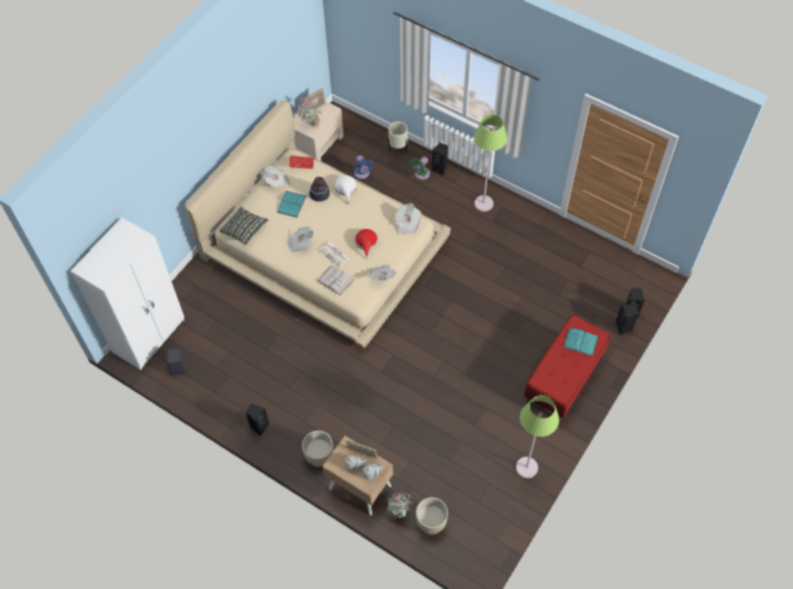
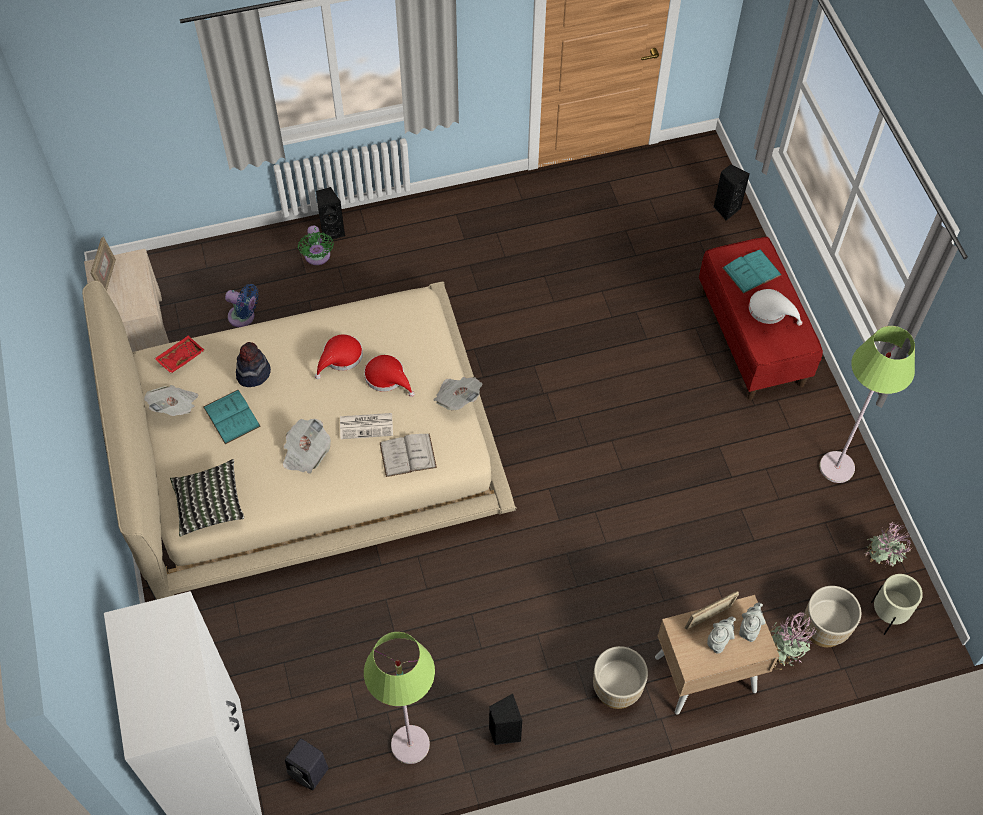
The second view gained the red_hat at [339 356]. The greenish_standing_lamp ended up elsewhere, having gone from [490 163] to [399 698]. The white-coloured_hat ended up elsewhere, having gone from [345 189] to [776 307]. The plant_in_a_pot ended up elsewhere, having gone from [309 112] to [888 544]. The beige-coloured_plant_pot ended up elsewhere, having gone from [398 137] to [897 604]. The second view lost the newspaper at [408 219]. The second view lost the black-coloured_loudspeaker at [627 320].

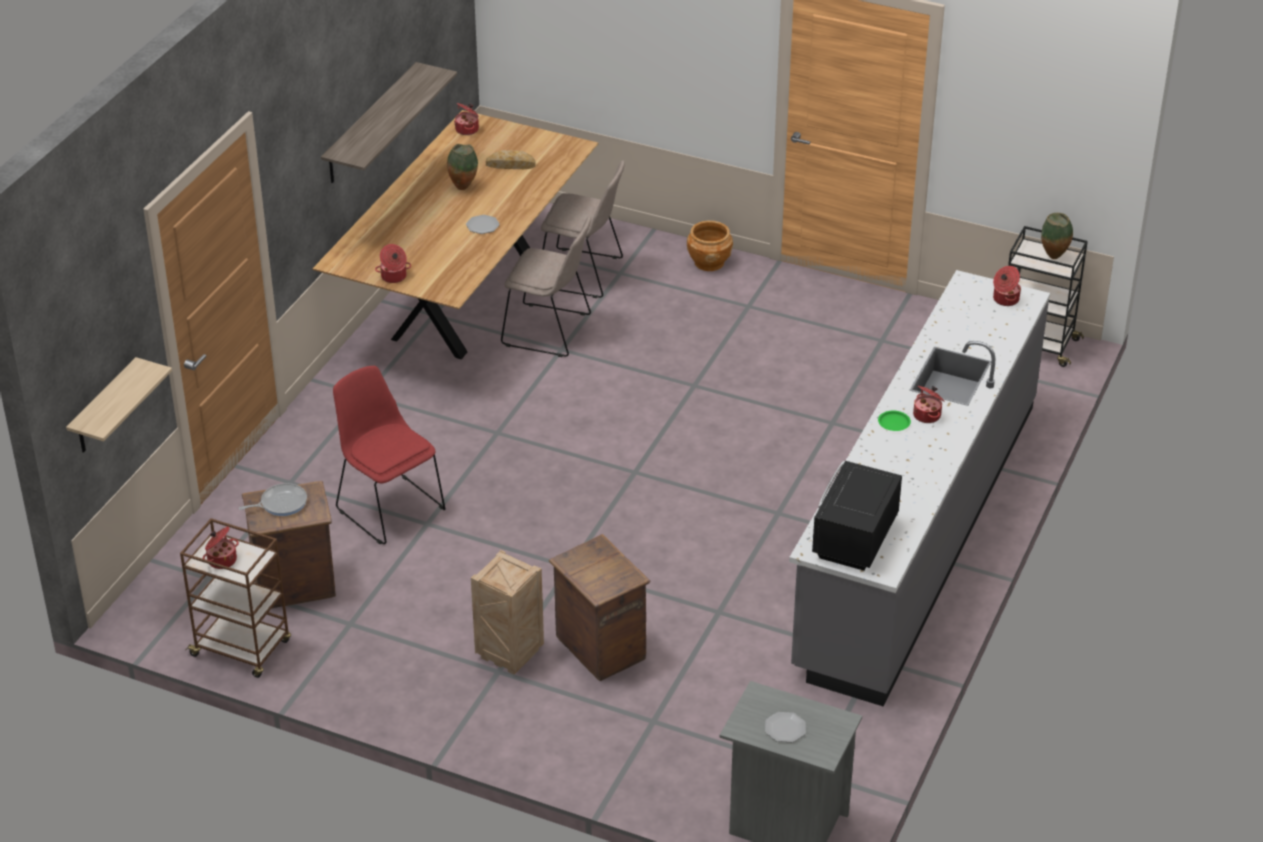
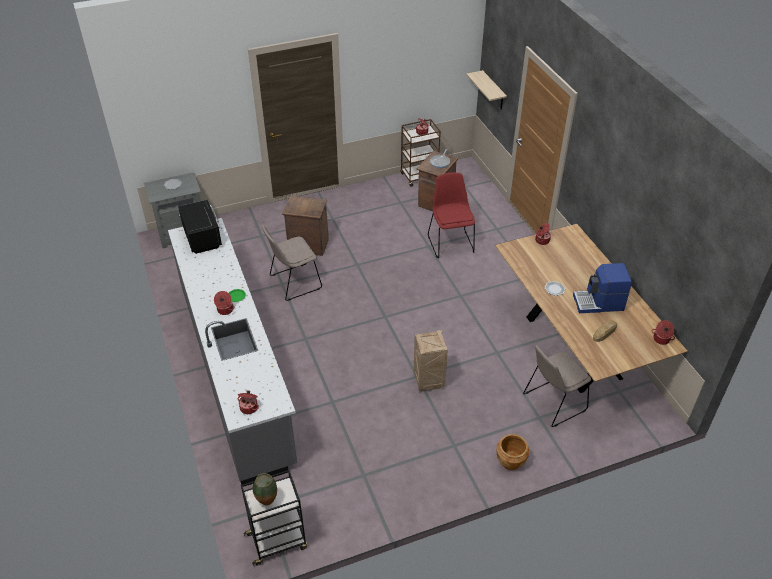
The beige-coloured_chair ended up elsewhere, having gone from [546 286] to [292 263]. The shipping_crate ended up elsewhere, having gone from [507 612] to [430 361]. The red_chair at [389 455] ended up facing another way, 105 degrees counterclockwise from before. Where the vase stood at [462 167], the coffee_maker came to stand at [602 288]. The second view lost the bracket_shelf at [389 122].

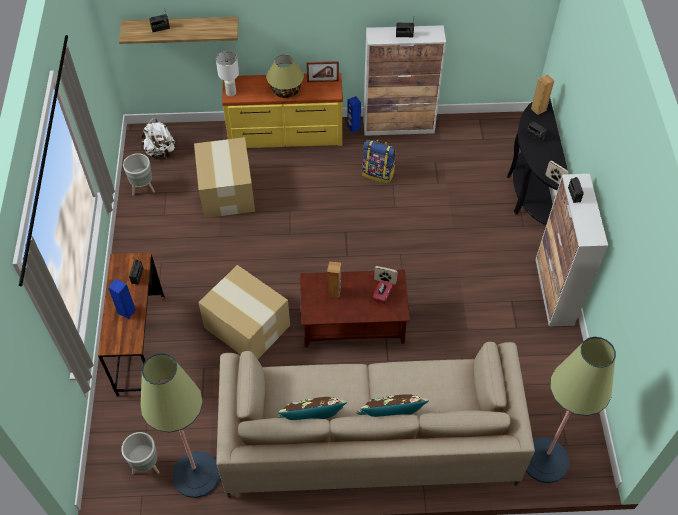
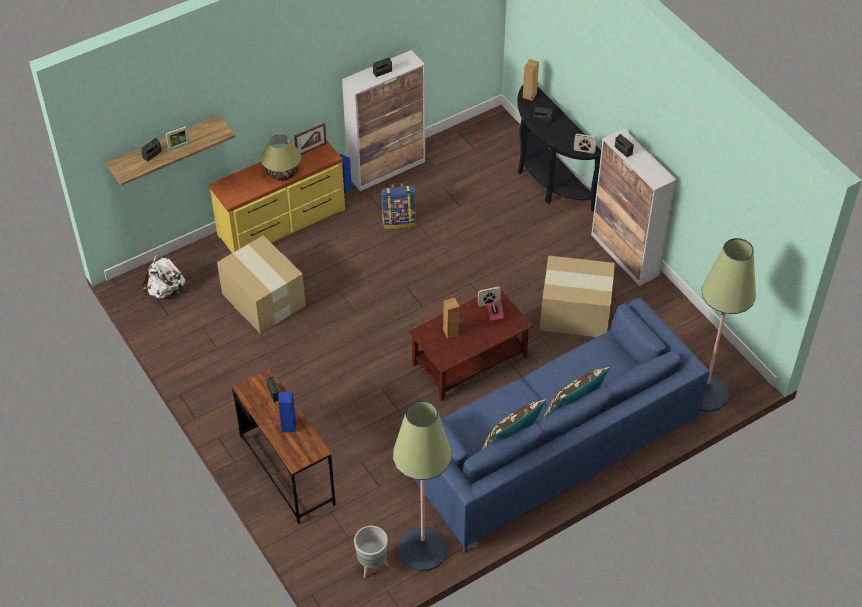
The second view gained the standing_frame at [178 138]. What was the beige-coloured_settee at [375 420] turned into the blue-coloured_settee at [556 425]. The carton ended up elsewhere, having gone from [244 312] to [577 296]. The second view lost the gray_plant_pot at [139 174]. The second view lost the white-coloured_table_lamp at [227 73].

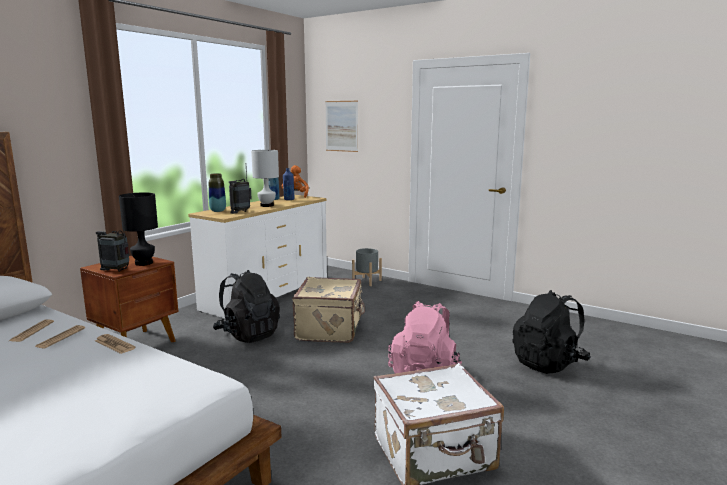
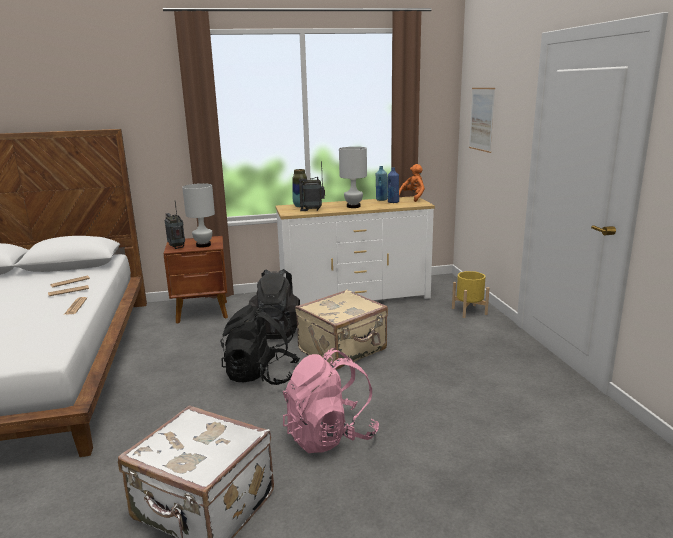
What was the black-coloured_table_lamp at [138 229] turned into the white-coloured_table_lamp at [198 215]. The black-coloured_knapsack ended up elsewhere, having gone from [551 332] to [260 344]. What was the gray_plant_pot at [367 267] turned into the yellowish_plant_pot at [470 294].

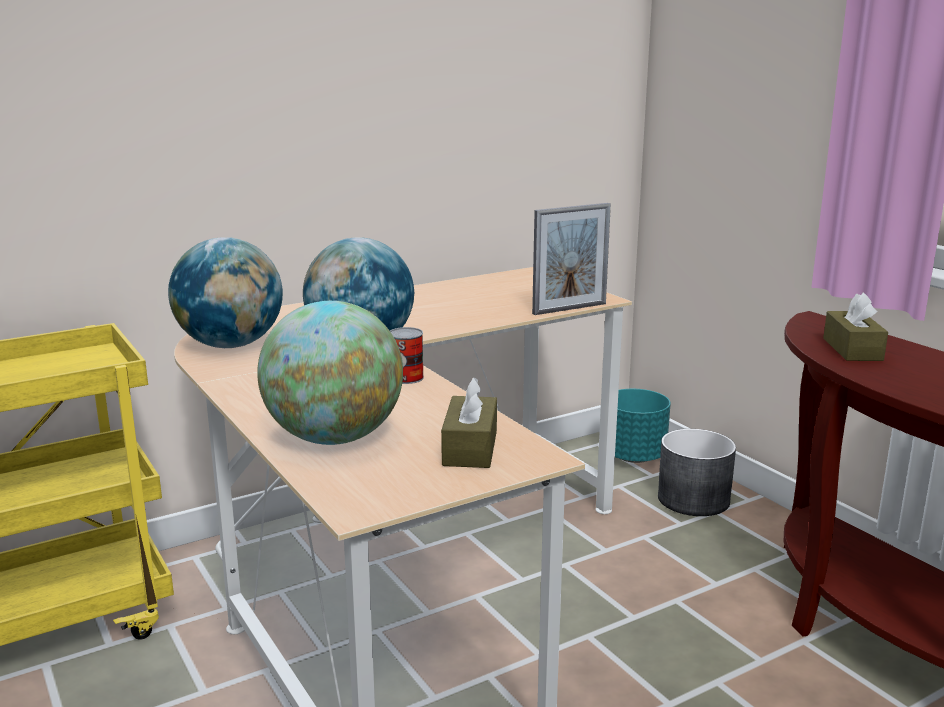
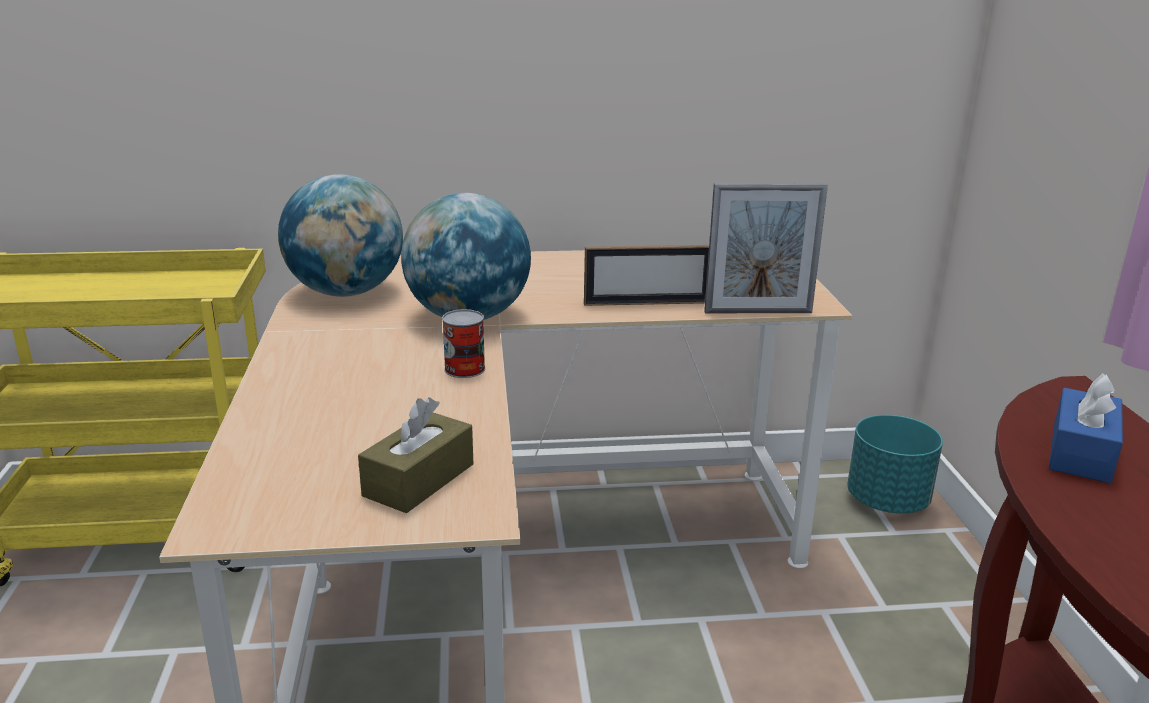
The second view gained the standing_frame at [646 275]. What was the brown_tissue_holder at [855 327] turned into the blue-coloured_tissue_holder at [1086 428]. The second view lost the desk_globe at [330 373]. The second view lost the gray_plant_pot at [697 472].

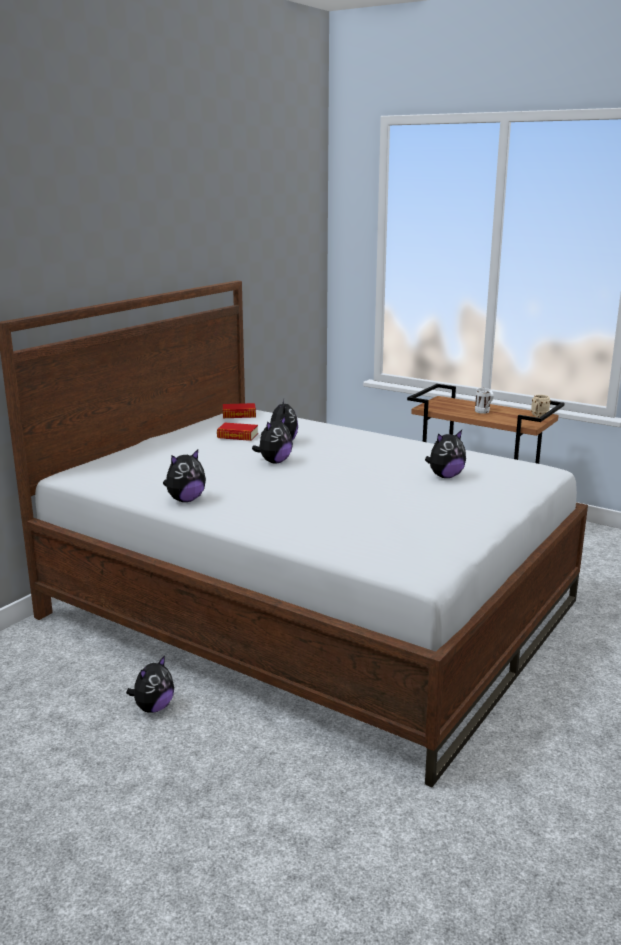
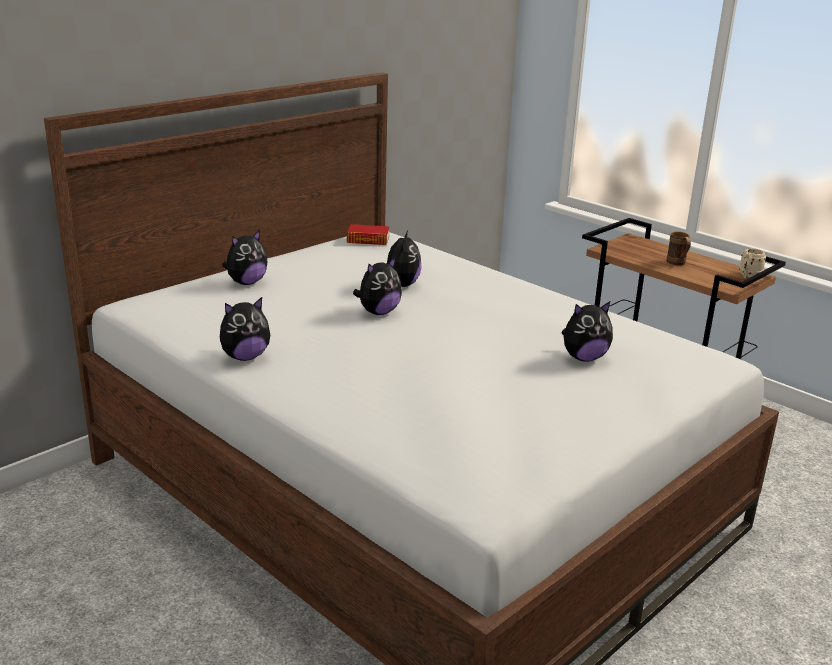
The cuddly_toy ended up elsewhere, having gone from [150 684] to [245 257]. What was the white-coloured_tea_mug at [484 401] turned into the brown_tea_mug at [679 248]. The second view lost the volume at [237 432].

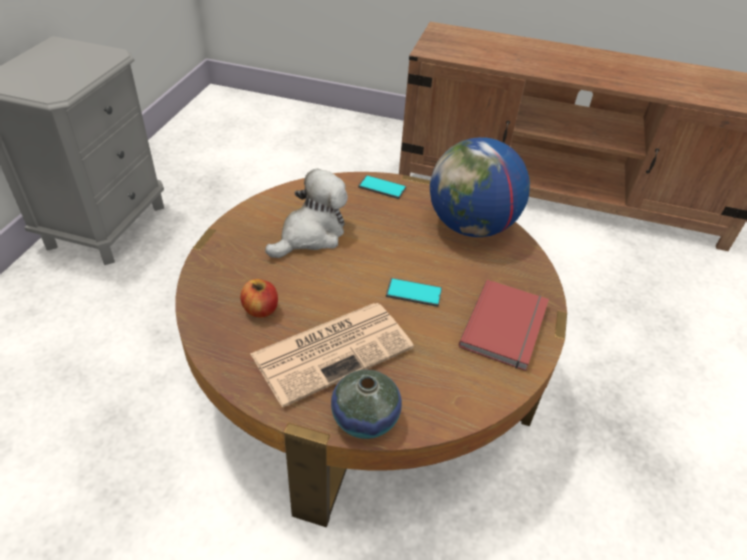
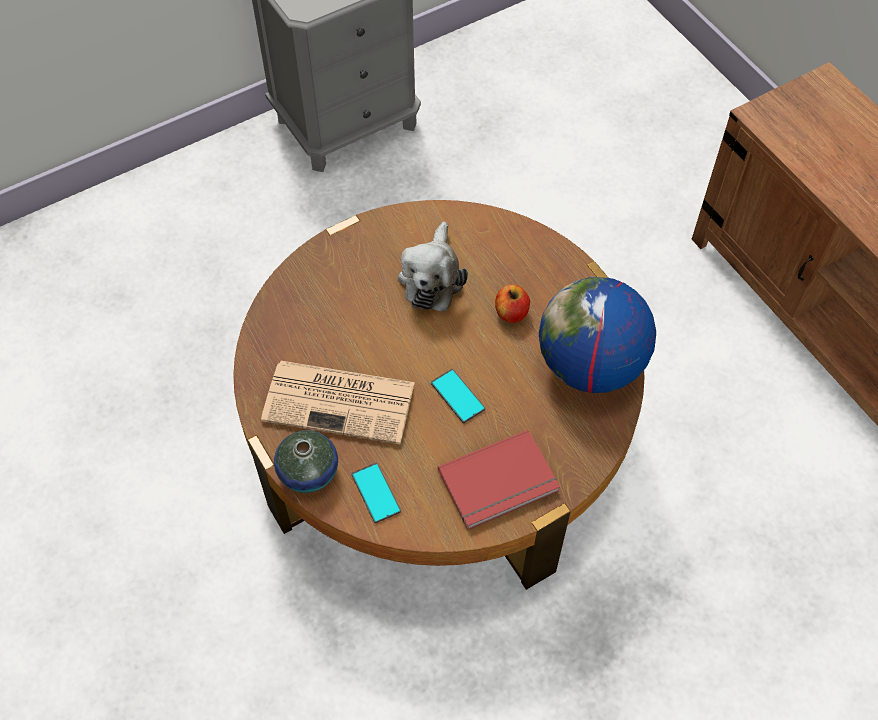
The telephone ended up elsewhere, having gone from [382 187] to [376 492]. The cuddly_toy at [306 213] ended up facing another way, 105 degrees clockwise from before. The whole_apple ended up elsewhere, having gone from [259 298] to [512 304].

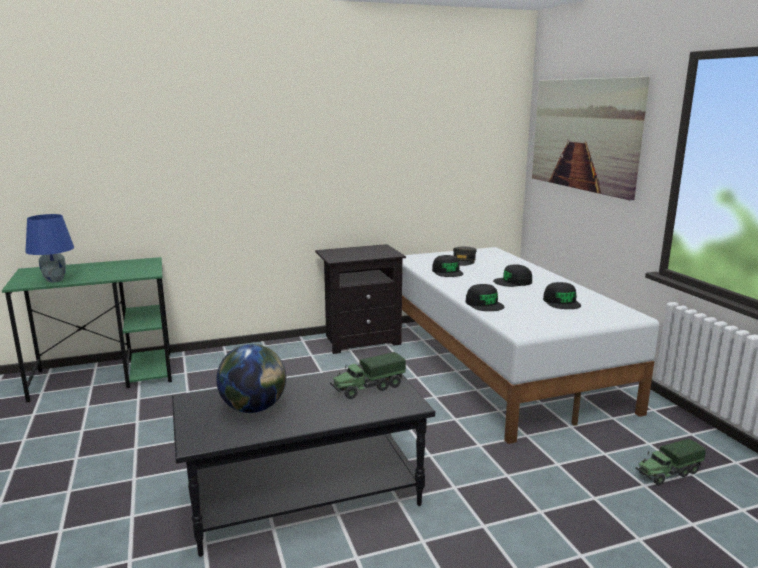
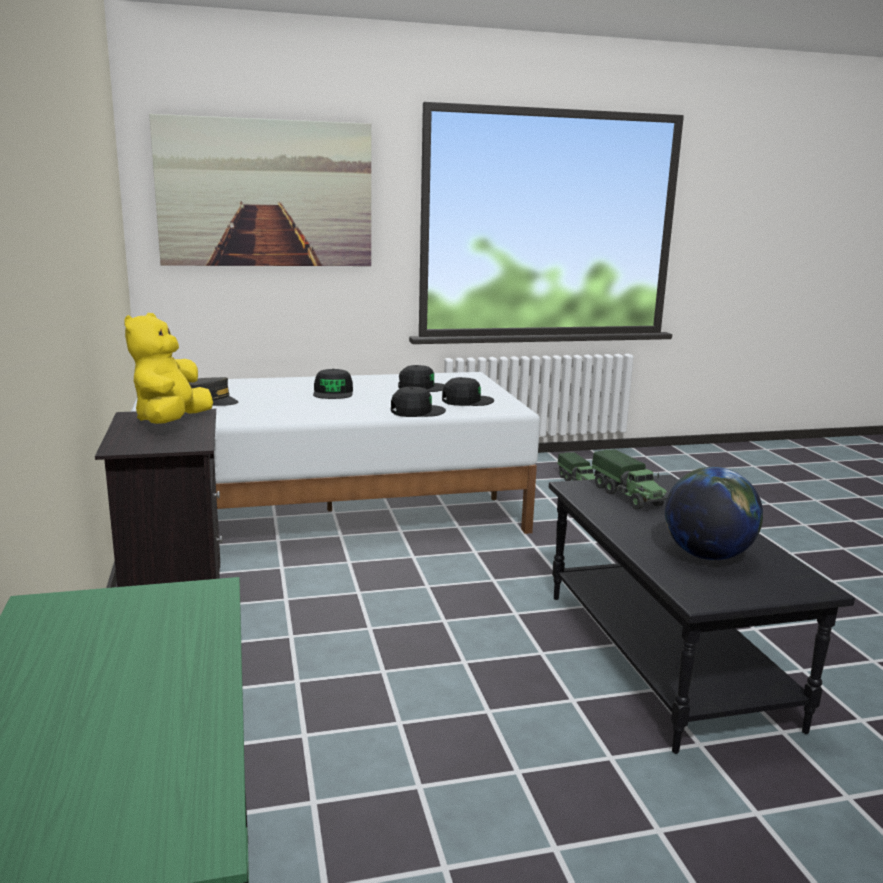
The second view gained the yellowish_cuddly_toy at [168 368]. The black-coloured_cap ended up elsewhere, having gone from [447 266] to [468 391]. The second view lost the blue-coloured_table_lamp at [49 248].

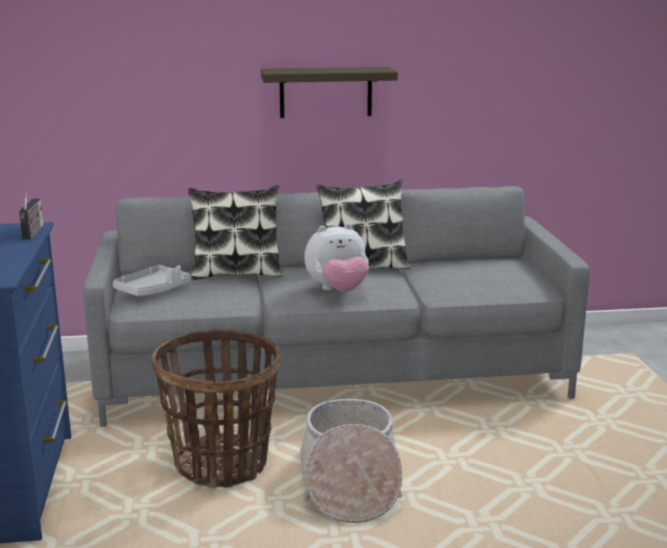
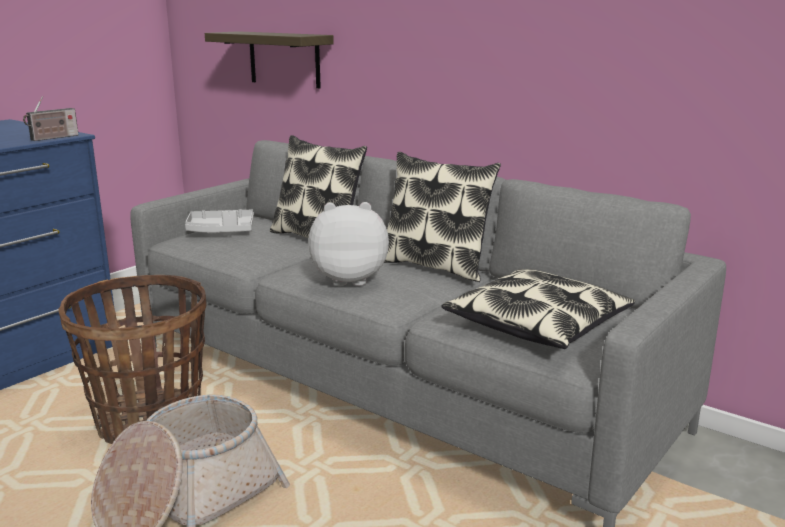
The bracket_shelf ended up elsewhere, having gone from [329 92] to [269 60]. The cuddly_toy at [336 257] ended up facing another way, 150 degrees clockwise from before. The second view gained the pillow at [538 309].

